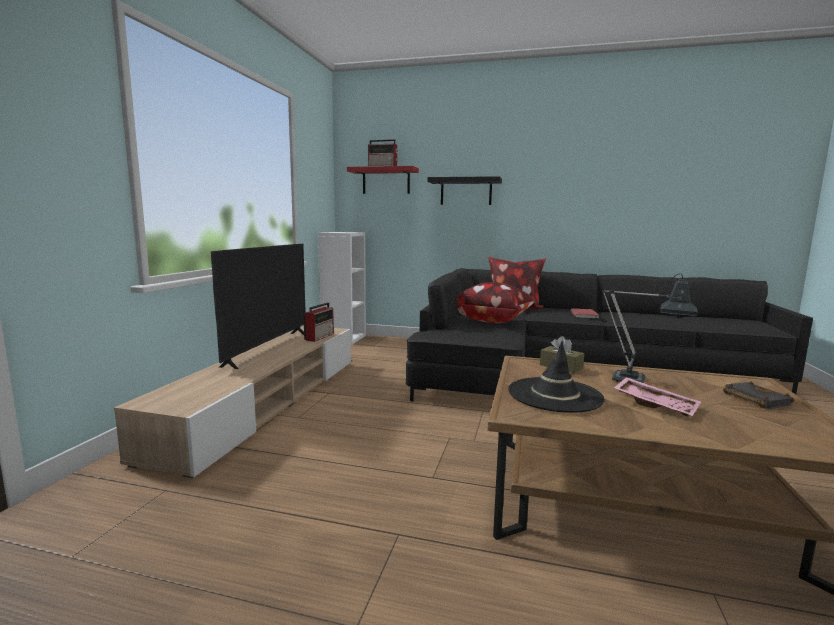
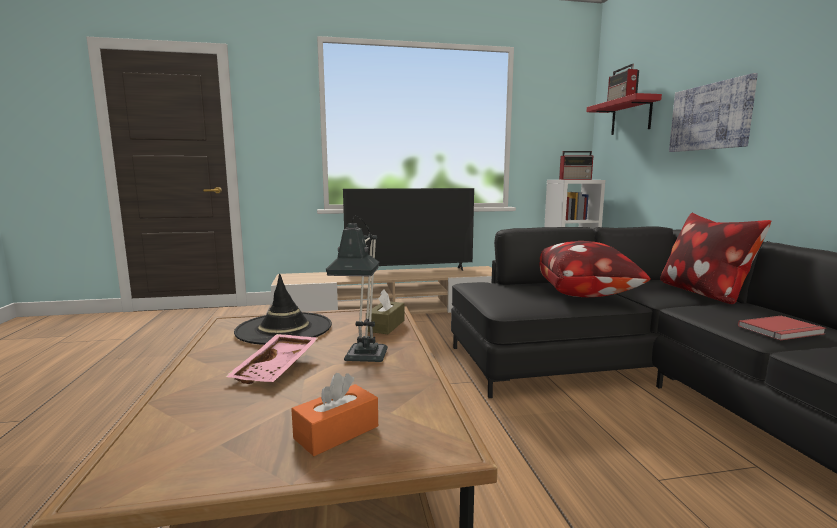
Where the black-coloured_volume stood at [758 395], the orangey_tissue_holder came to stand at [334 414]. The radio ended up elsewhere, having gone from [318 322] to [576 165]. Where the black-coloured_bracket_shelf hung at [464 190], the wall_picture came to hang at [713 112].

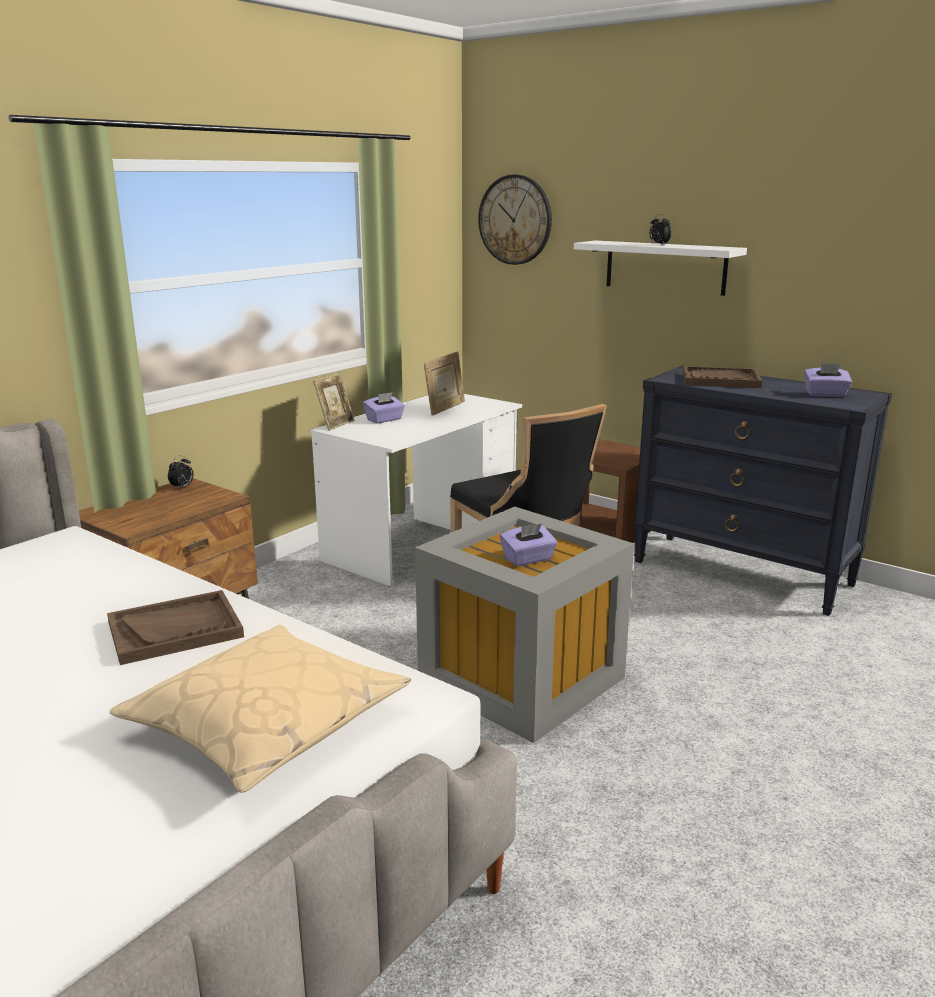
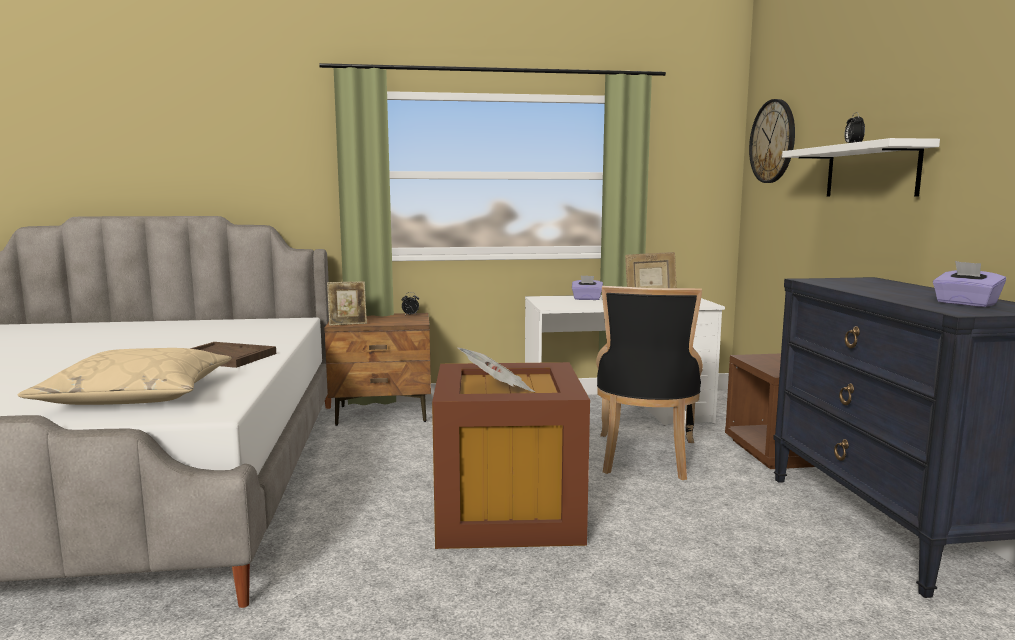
The standing_frame ended up elsewhere, having gone from [334 402] to [347 304]. What was the gray_storage_box at [524 625] turned into the brown_storage_box at [511 455]. Where the purplish_tissue_holder stood at [528 544], the newspaper came to stand at [496 369]. The second view lost the brown_tray at [722 377].

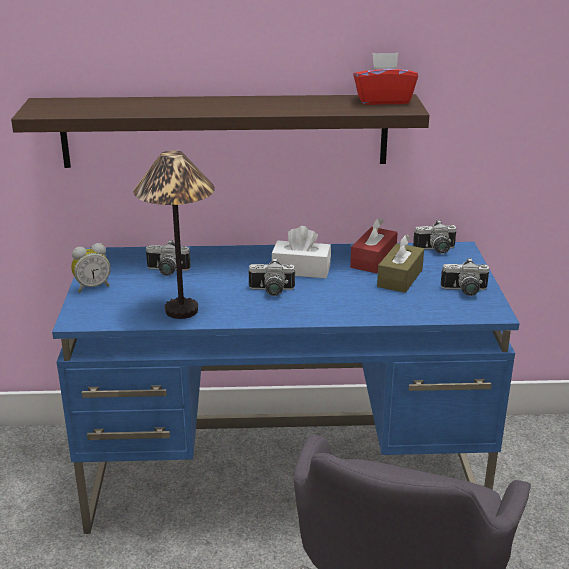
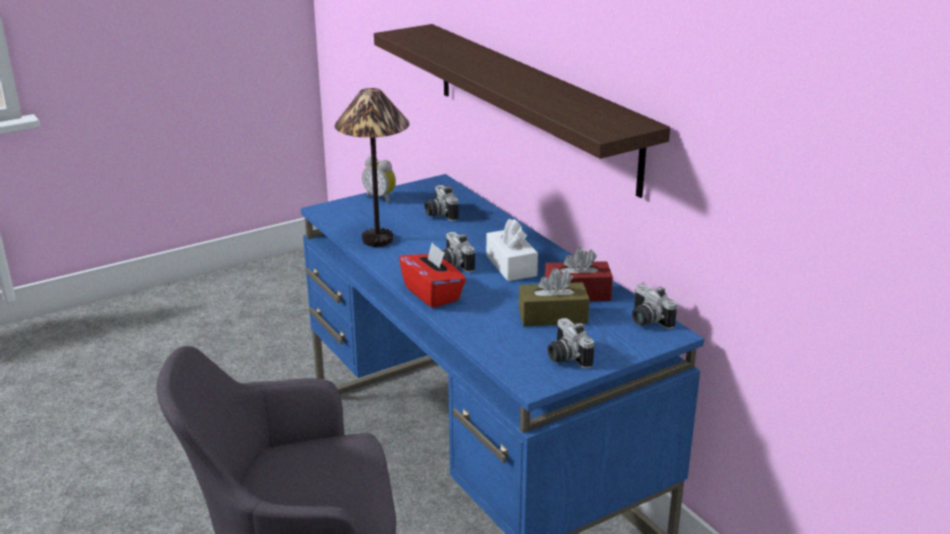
The red_tissue_holder ended up elsewhere, having gone from [385 79] to [432 275].

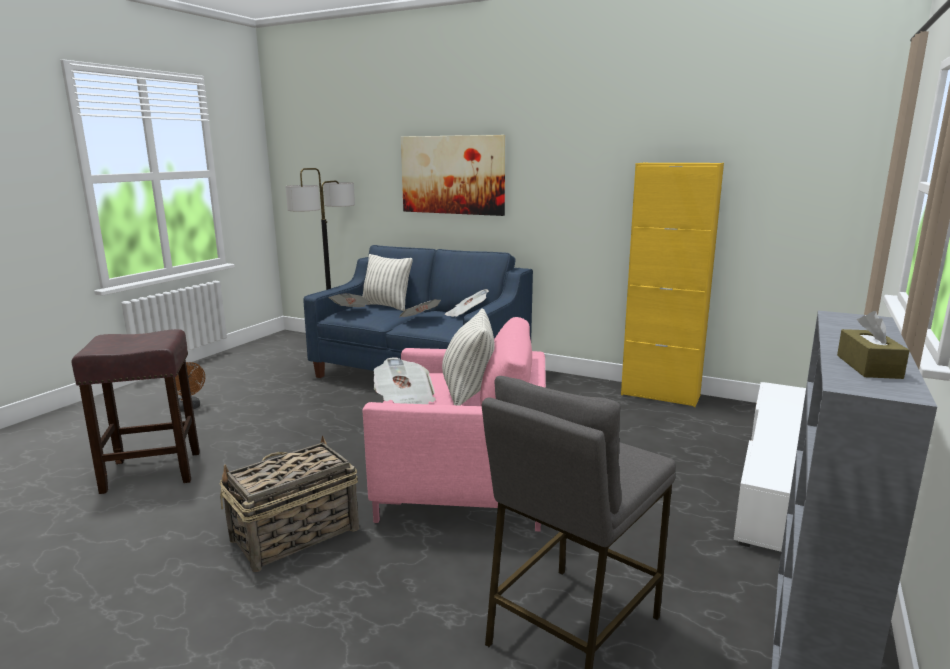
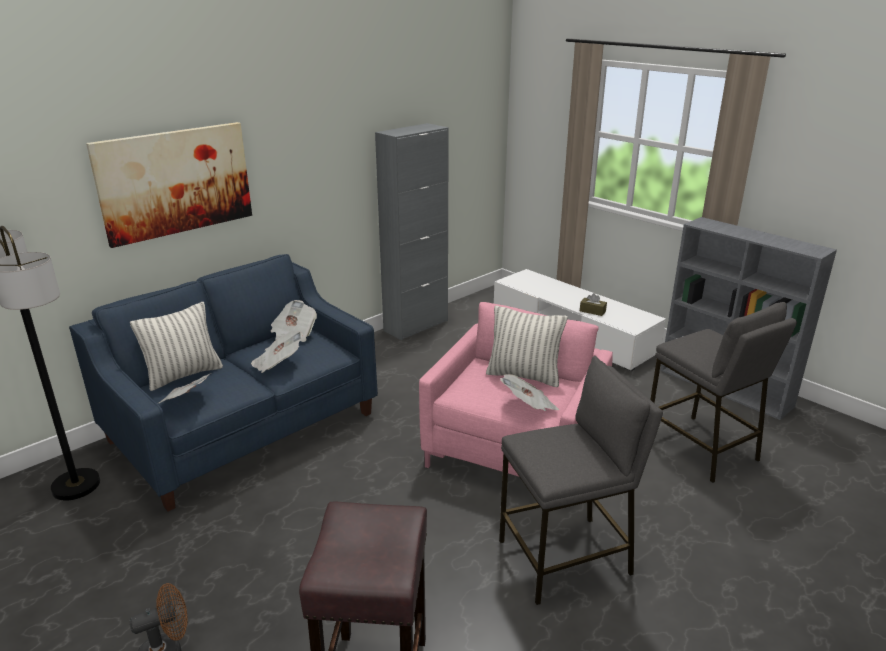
What was the yellowish_cupboard at [672 285] turned into the gray_cupboard at [412 231]. Where the basket stood at [289 503], the gray_stool came to stand at [581 480]. The brown_tissue_holder ended up elsewhere, having gone from [873 345] to [593 304].

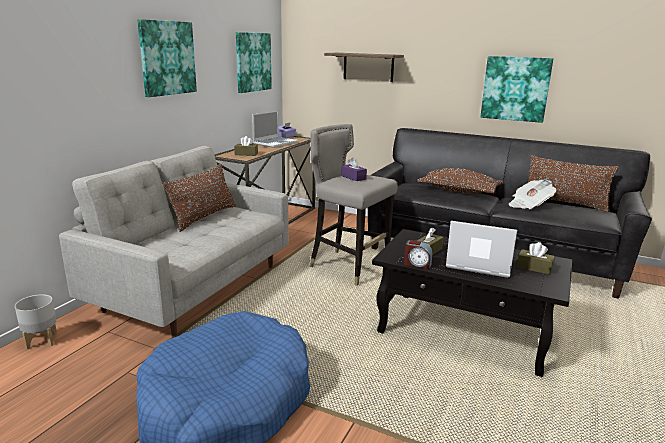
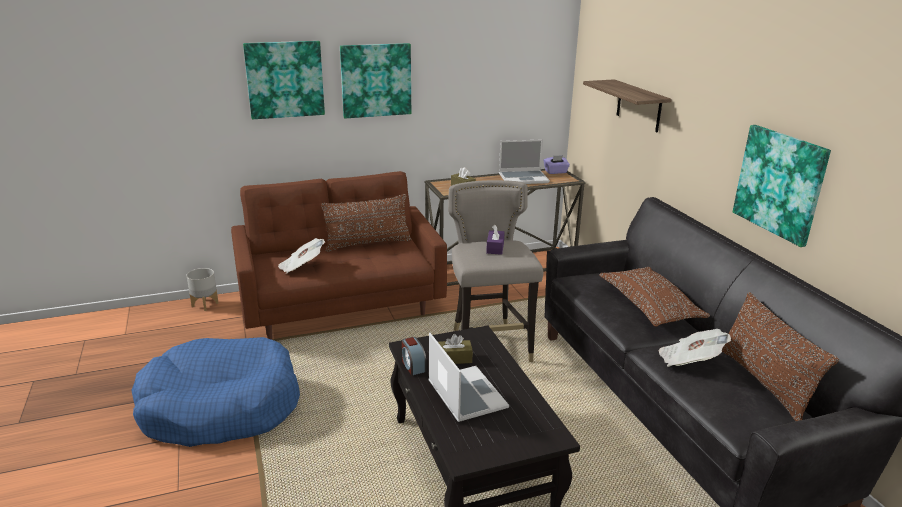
What was the gray_settee at [174 241] turned into the brown_settee at [339 255]. The wall_picture ended up elsewhere, having gone from [254 62] to [284 80]. The second view gained the newspaper at [301 256]. The second view lost the brown_tissue_holder at [536 258].

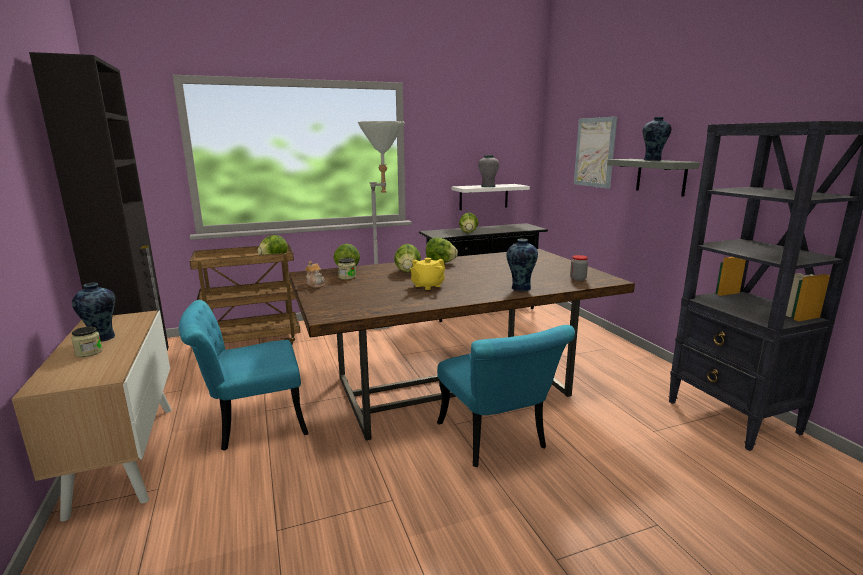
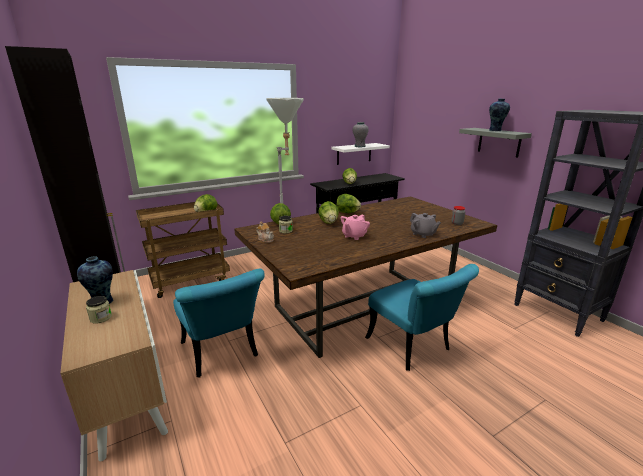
The turquoise_chair at [243 375] ended up facing another way, 90 degrees counterclockwise from before. What was the yellowish_teapot at [427 274] turned into the pinkish_teapot at [355 227]. Where the vase stood at [522 265], the gray_teapot came to stand at [425 225]. The second view lost the wall_picture at [595 152].

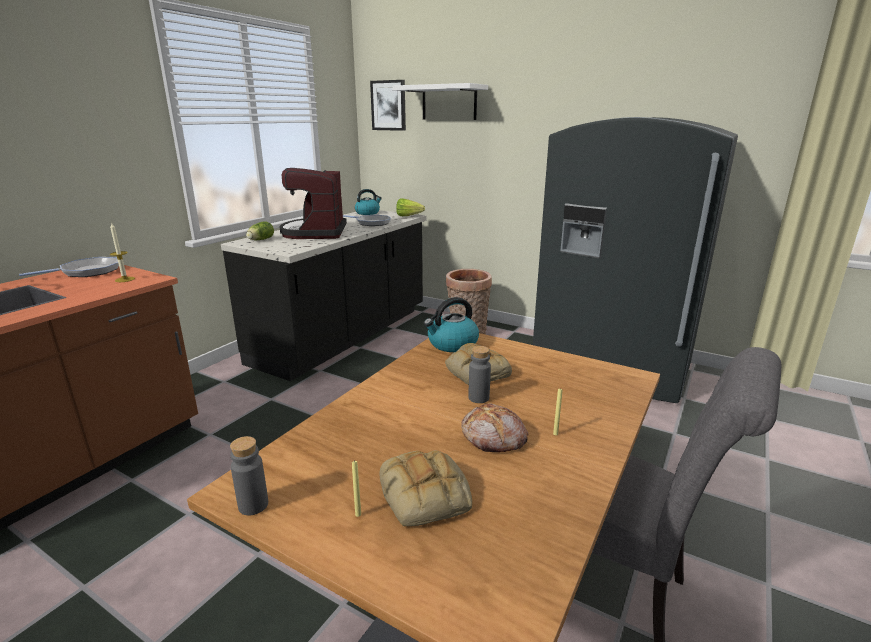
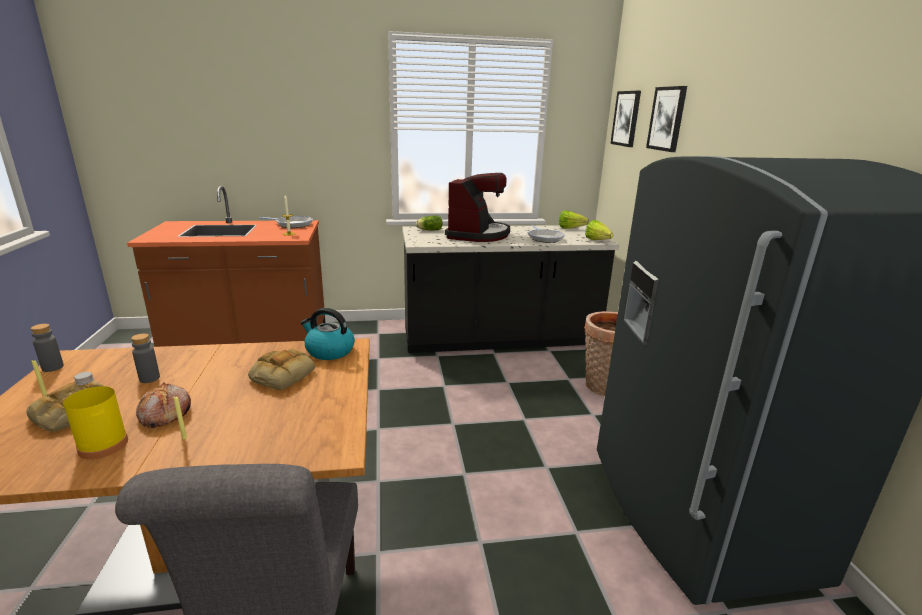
The second view gained the yellowish_beverage_bottle at [95 415]. The gray_beverage_bottle ended up elsewhere, having gone from [480 374] to [145 358]. The coffee_maker at [313 203] ended up facing another way, 150 degrees clockwise from before. Where the water_kettle stood at [368 202], the lettuce came to stand at [574 219]. Where the white-coloured_bracket_shelf hung at [440 101], the wall_picture came to hang at [666 119].

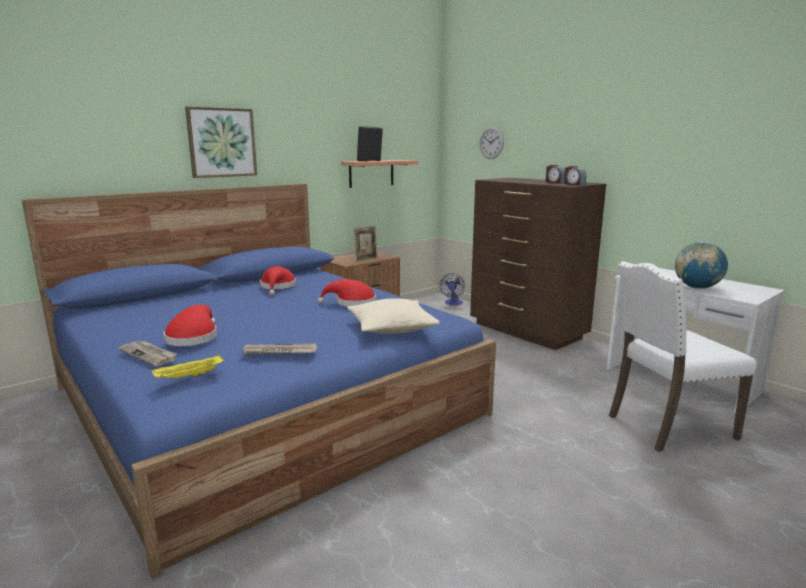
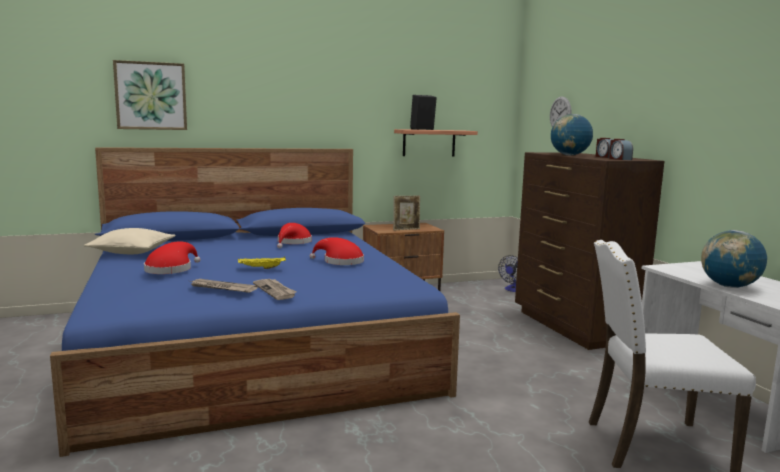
The beige-coloured_pillow ended up elsewhere, having gone from [393 316] to [130 241]. The wall_picture ended up elsewhere, having gone from [221 142] to [150 95]. The yellowish_tray ended up elsewhere, having gone from [187 366] to [262 263]. The newspaper ended up elsewhere, having gone from [148 353] to [274 289]. The second view gained the desk_globe at [572 134].

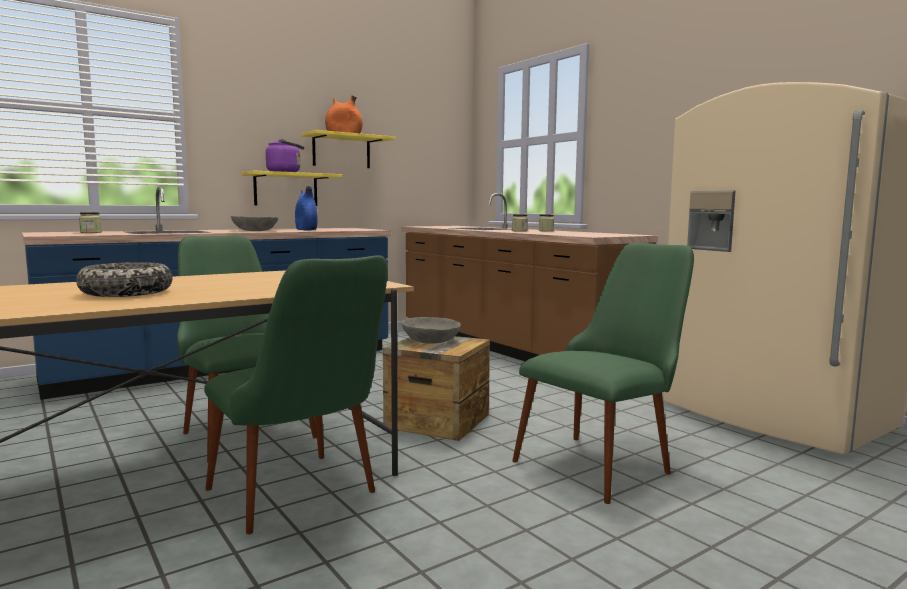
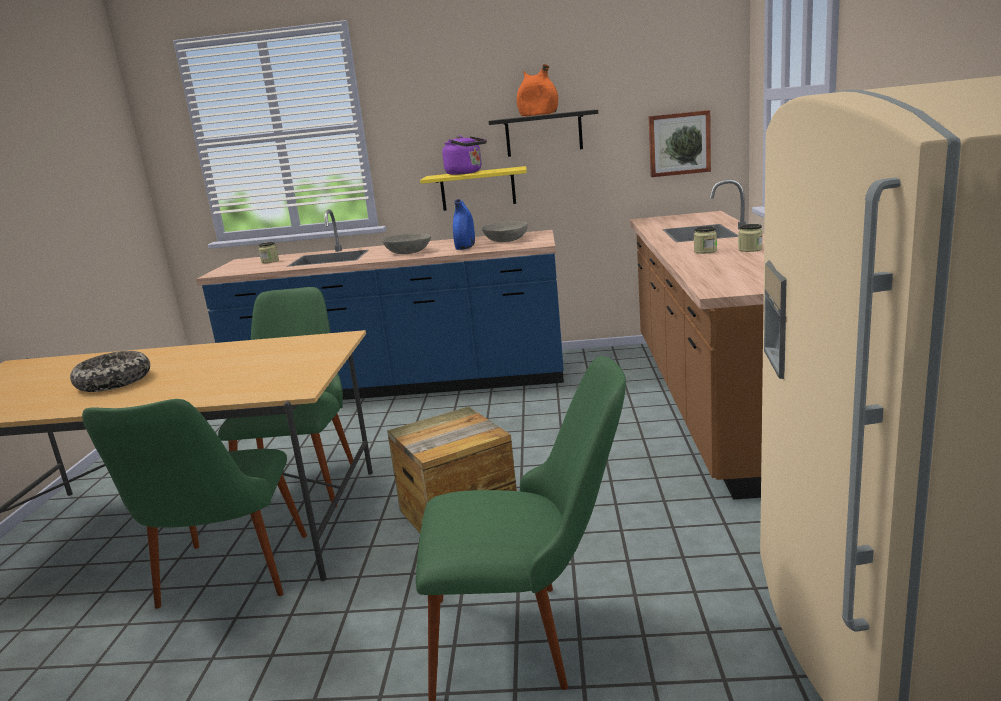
The gray_serving_bowl ended up elsewhere, having gone from [431 330] to [505 231]. What was the yellowish_bracket_shelf at [348 149] turned into the black-coloured_bracket_shelf at [543 133]. The second view gained the wall_picture at [680 143].

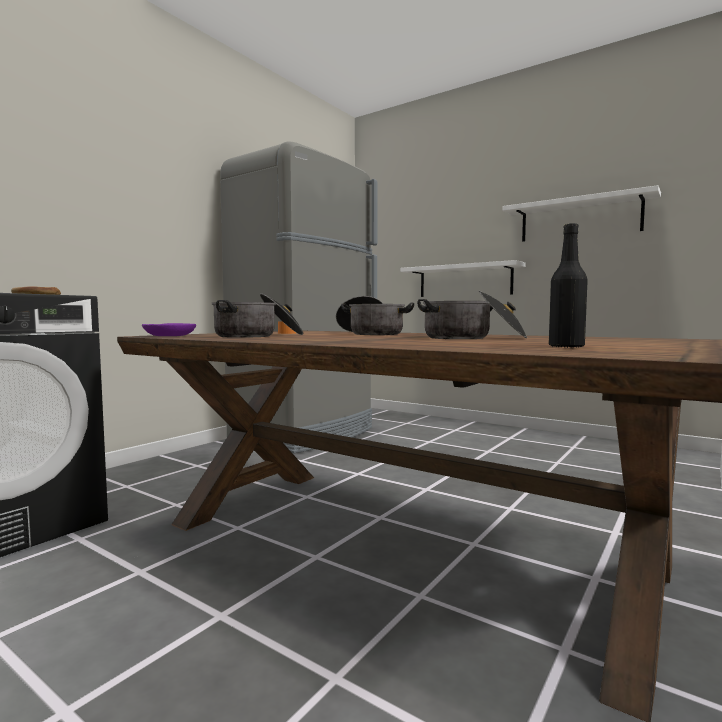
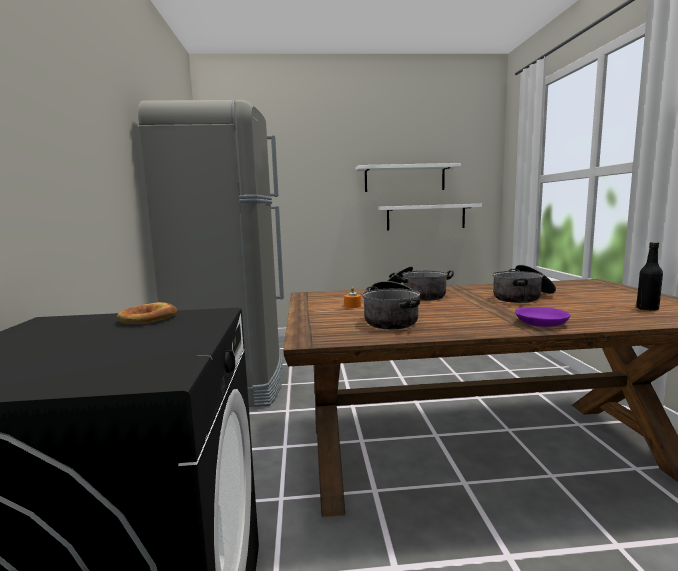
The white-coloured_bracket_shelf ended up elsewhere, having gone from [463 278] to [430 217]. The purplish_serving_bowl ended up elsewhere, having gone from [169 329] to [542 317].

